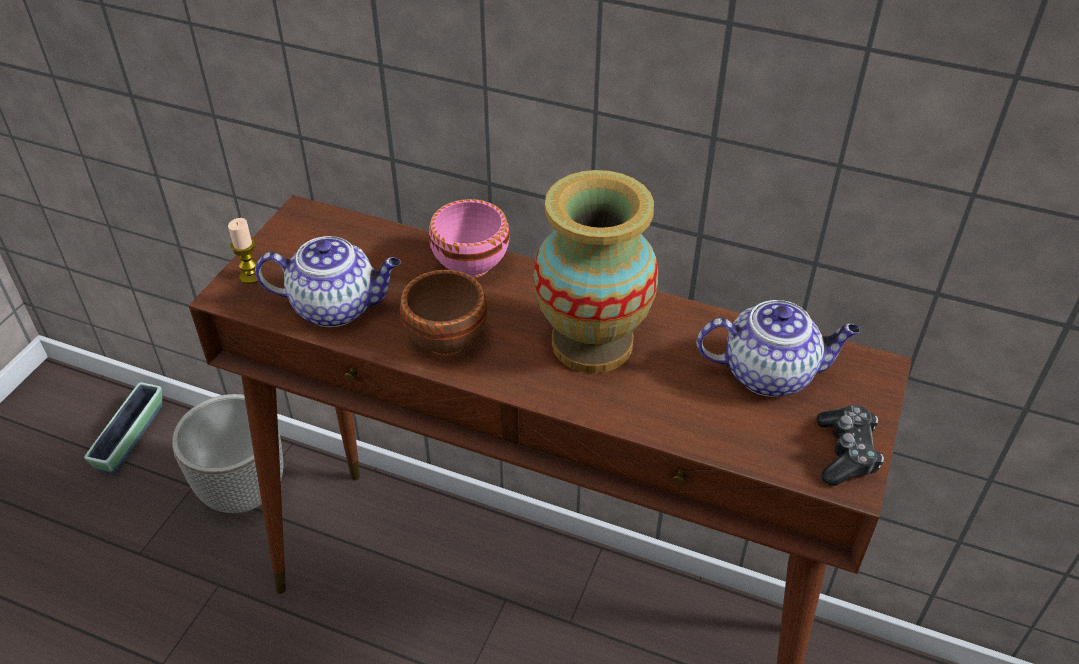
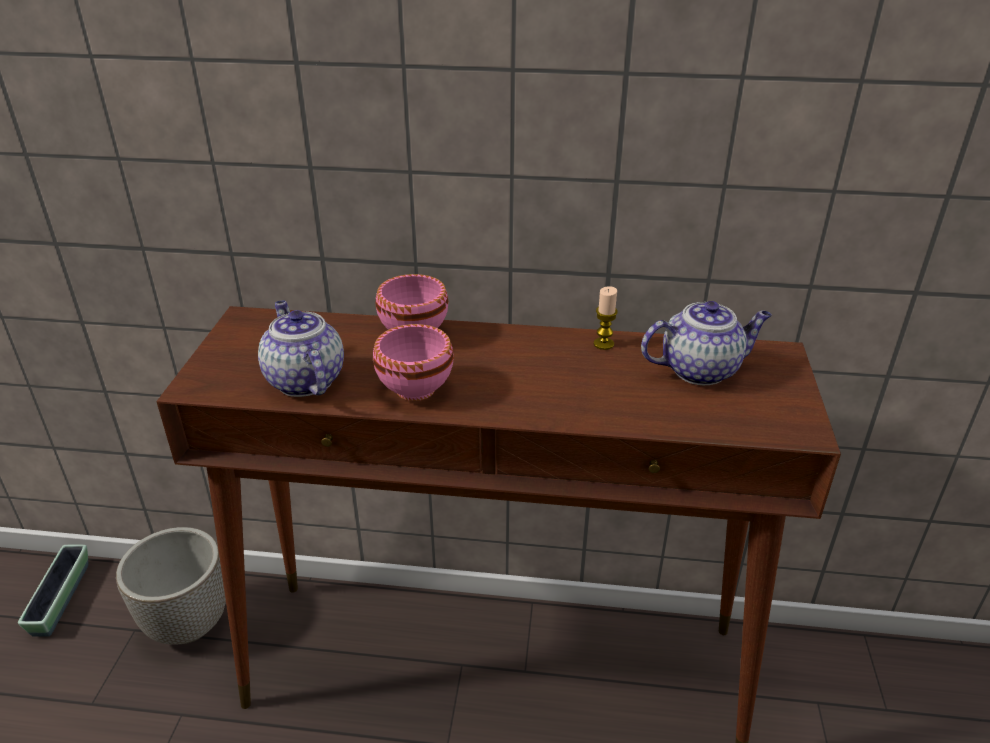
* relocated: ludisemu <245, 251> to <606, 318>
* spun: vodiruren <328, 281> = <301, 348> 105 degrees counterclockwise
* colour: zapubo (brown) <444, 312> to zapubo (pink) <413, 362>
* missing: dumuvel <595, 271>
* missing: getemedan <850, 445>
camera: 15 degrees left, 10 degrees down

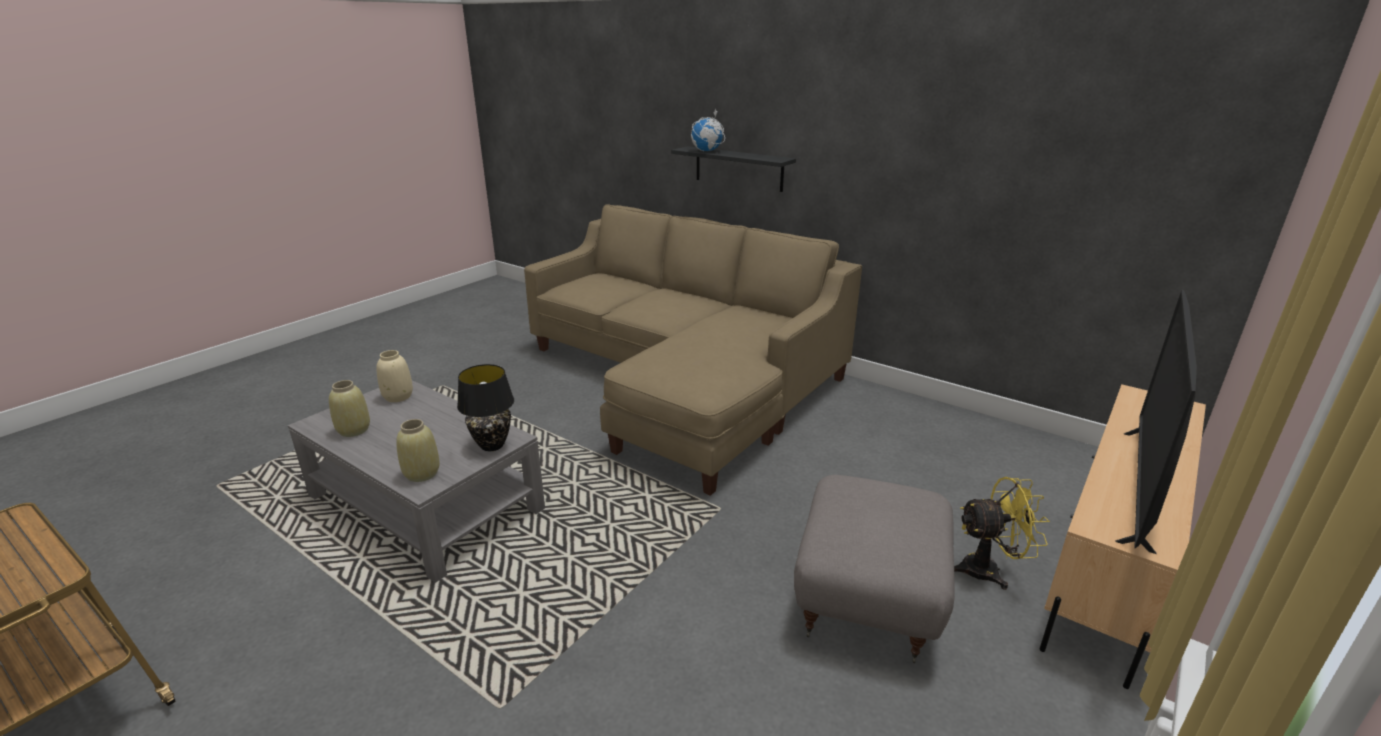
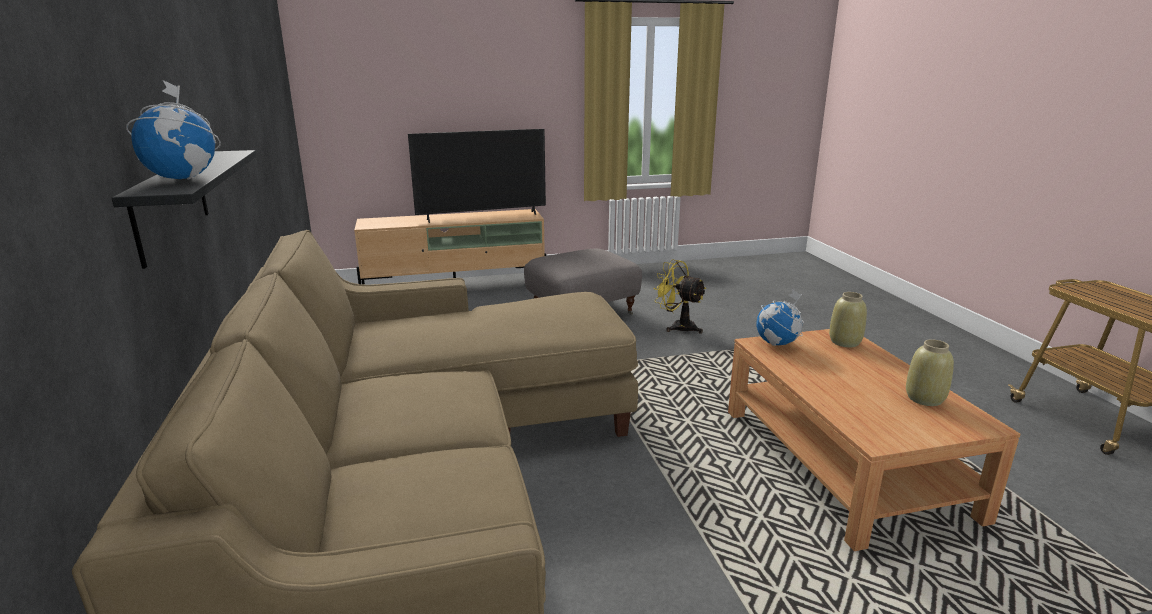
* colour: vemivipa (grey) <416, 481> to vemivipa (brown) <874, 440>
* missing: dumuvel (beige) <394, 376>
* exchanged: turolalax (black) <485, 407> to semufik <780, 317>
* relocated: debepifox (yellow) <1002, 533> to <680, 296>
camera: 140 degrees left, 5 degrees down

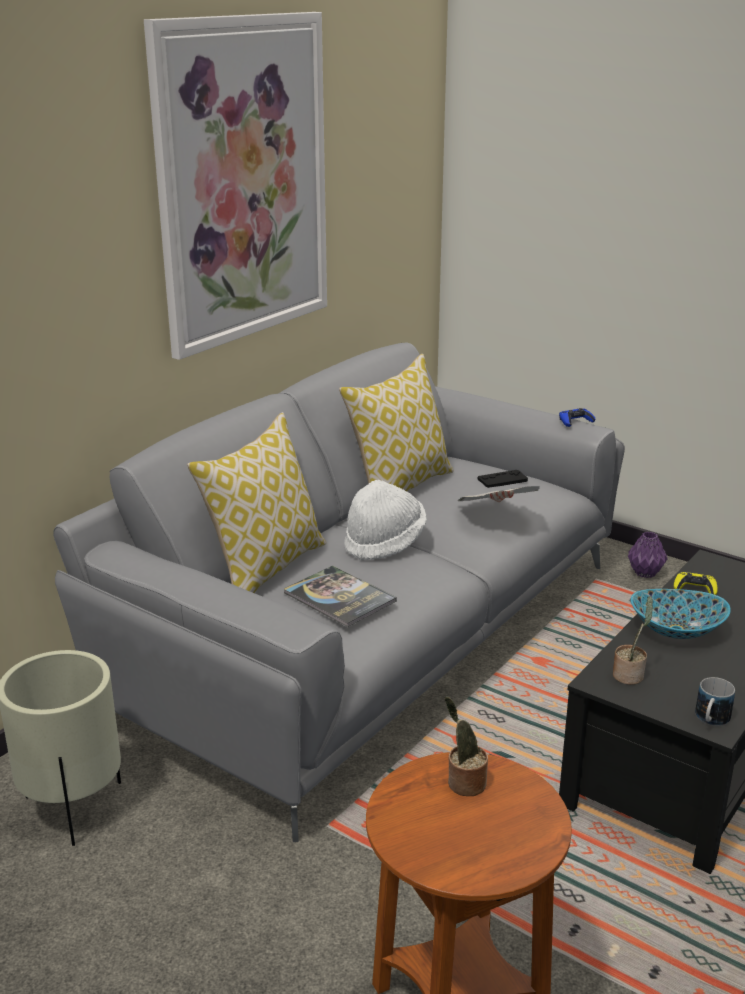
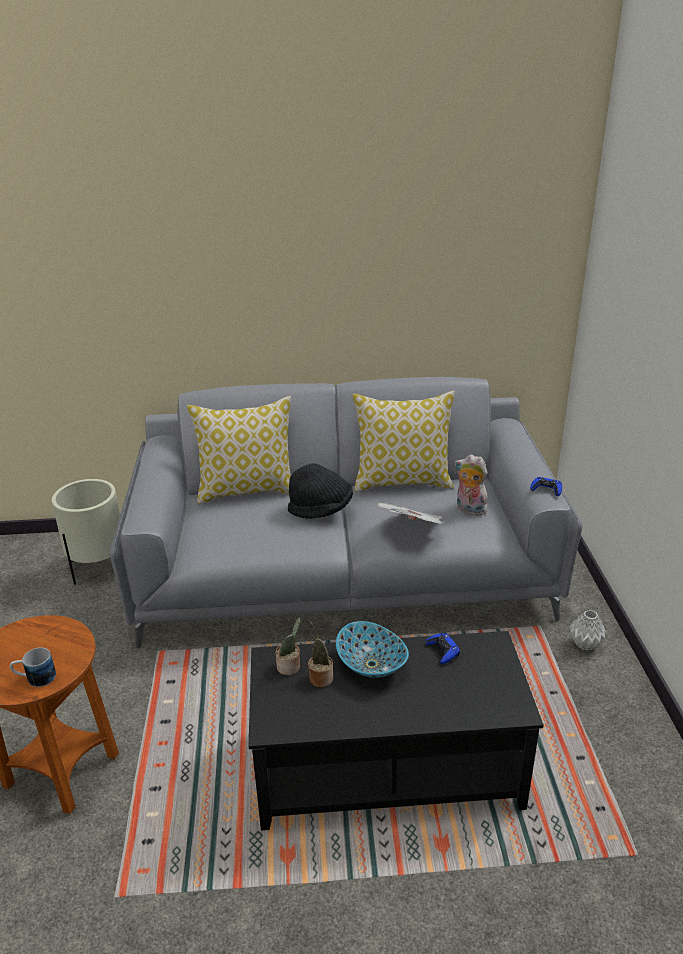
* missing: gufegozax <235, 186>
* missing: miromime <340, 596>
* colour: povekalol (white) <385, 520> to povekalol (black) <320, 491>
* relocated: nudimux <466, 746> to <320, 653>
* exchanged: getemedan (black) <503, 479> to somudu <471, 485>
* colour: dumuvel (purple) <648, 555> to dumuvel (grey) <588, 630>
* colour: getemedan (yellow) <696, 583> to getemedan (blue) <442, 648>
* relocated: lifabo <715, 701> to <33, 667>
camera: 50 degrees right, 5 degrees up

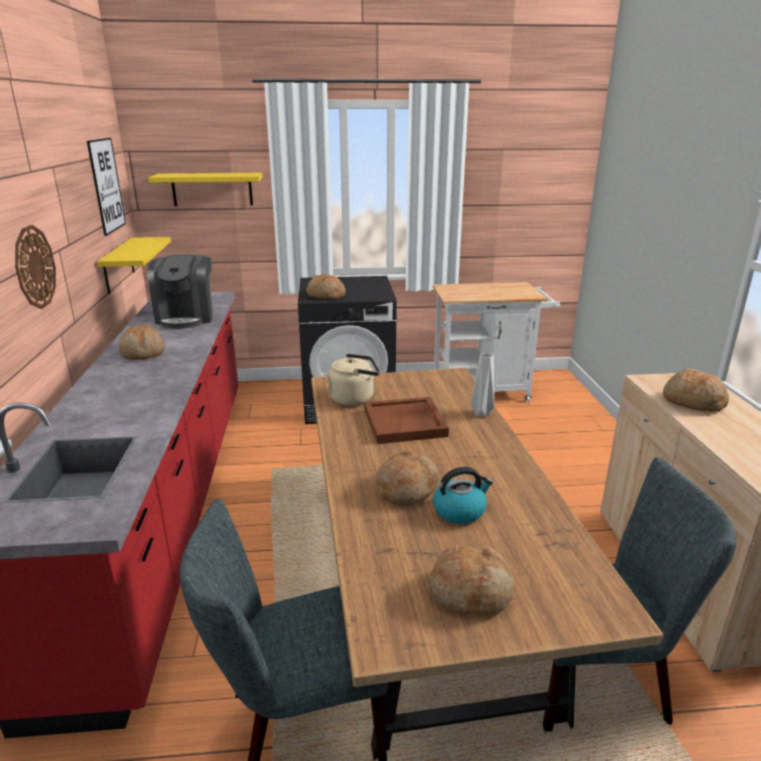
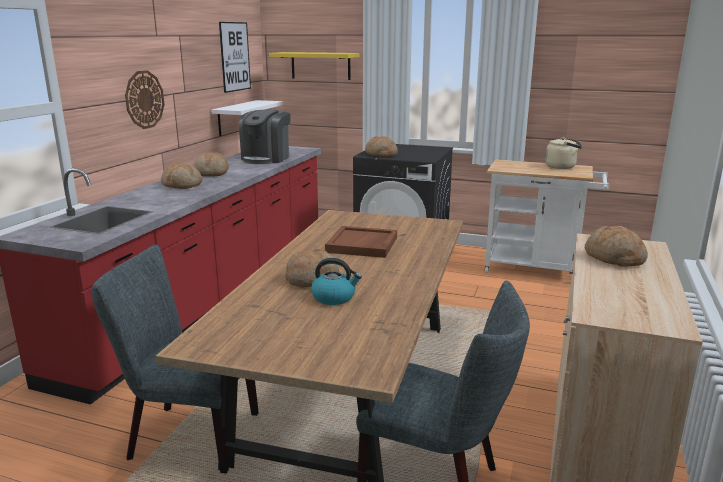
* colour: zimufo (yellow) <134, 265> to zimufo (white) <247, 118>
* relocated: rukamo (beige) <354, 380> to <563, 153>
* relocated: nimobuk <471, 580> to <181, 176>
* missing: dumuvel (grey) <482, 385>
camera: 25 degrees right, 5 degrees down

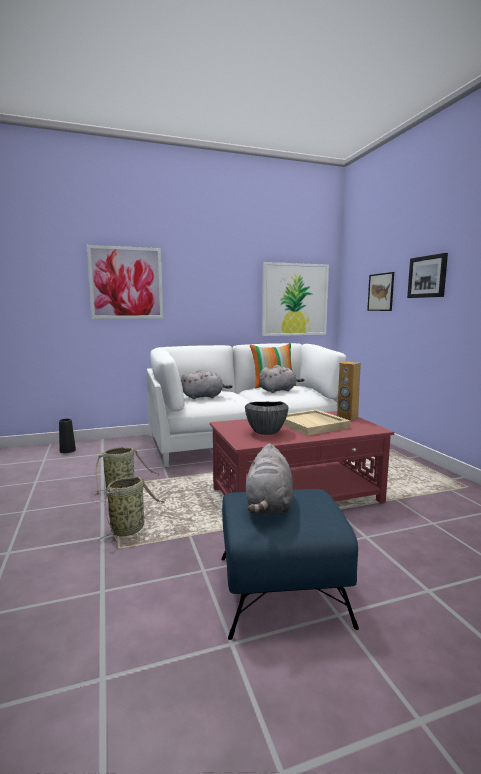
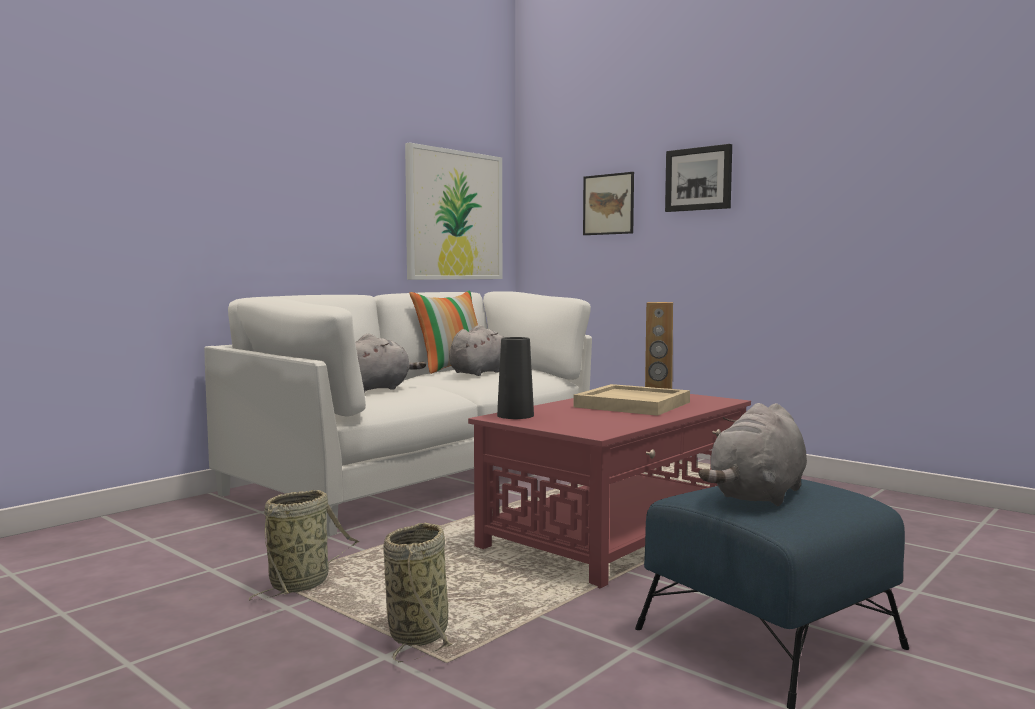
* relocated: dumuvel (black) <67, 436> to <515, 378>
* missing: gufegozax <125, 282>
* missing: zapubo <267, 418>
* spun: somudu (grey) <269, 478> = <752, 454> 60 degrees clockwise
camera: 30 degrees left, 5 degrees down

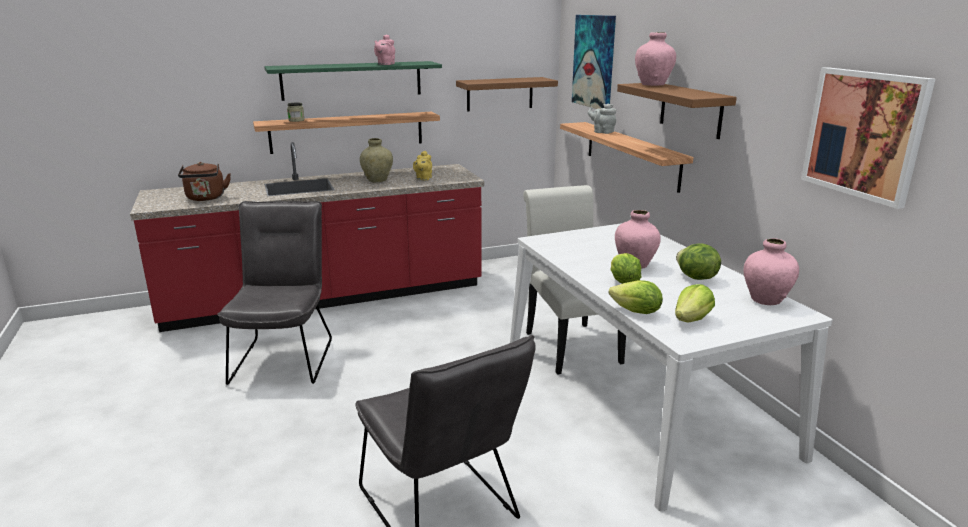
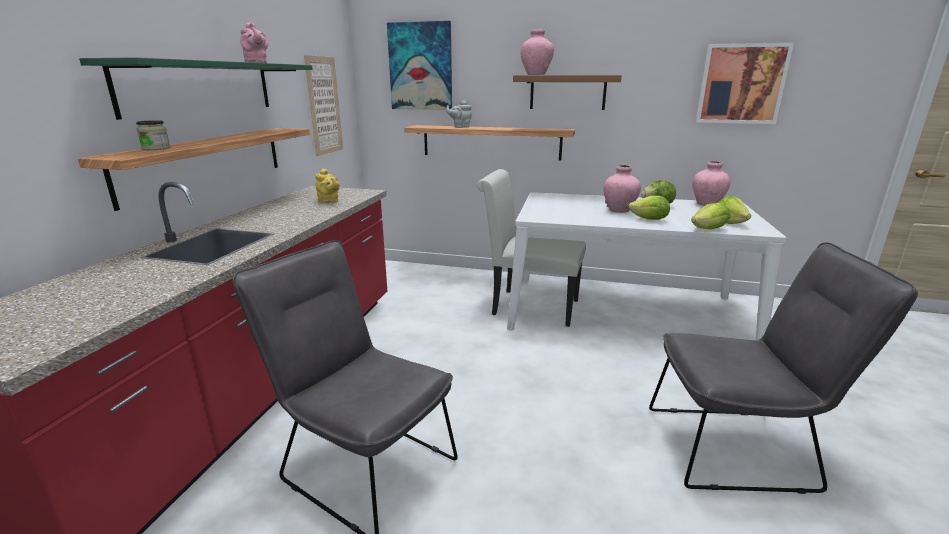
* missing: rukamo (brown) <204, 181>
* missing: dumuvel (beige) <376, 160>
* exchanged: zimufo (brown) <507, 94> to gufegozax <323, 105>
camera: 55 degrees left, 0 degrees up

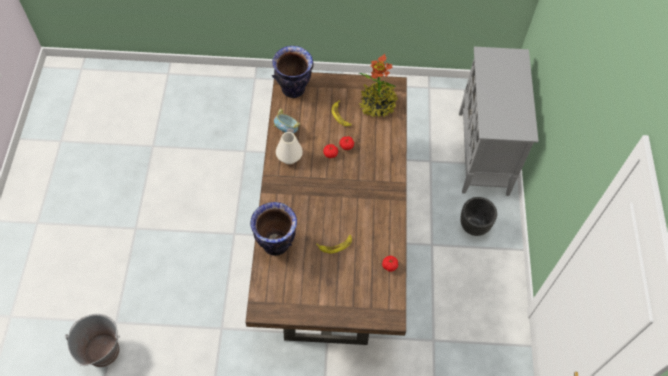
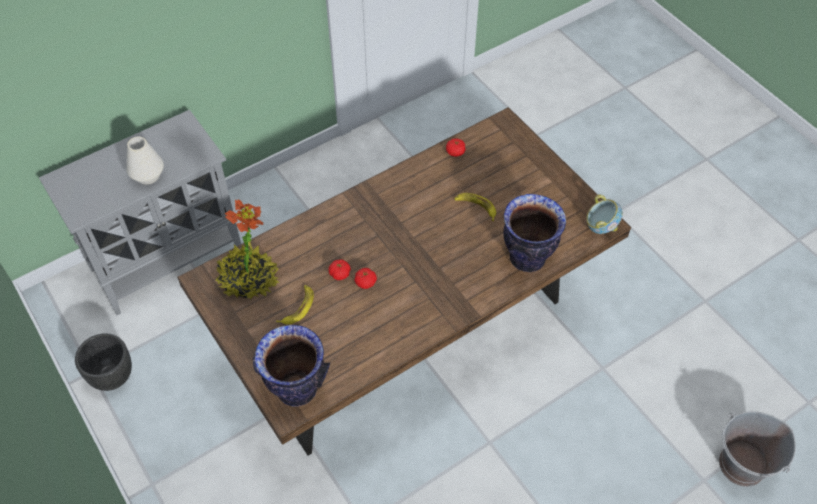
* relocated: zapubo <287, 121> to <604, 214>
* relocated: dumuvel (white) <289, 148> to <145, 161>
* relocated: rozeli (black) <478, 216> to <103, 362>
camera: 125 degrees left, 5 degrees down

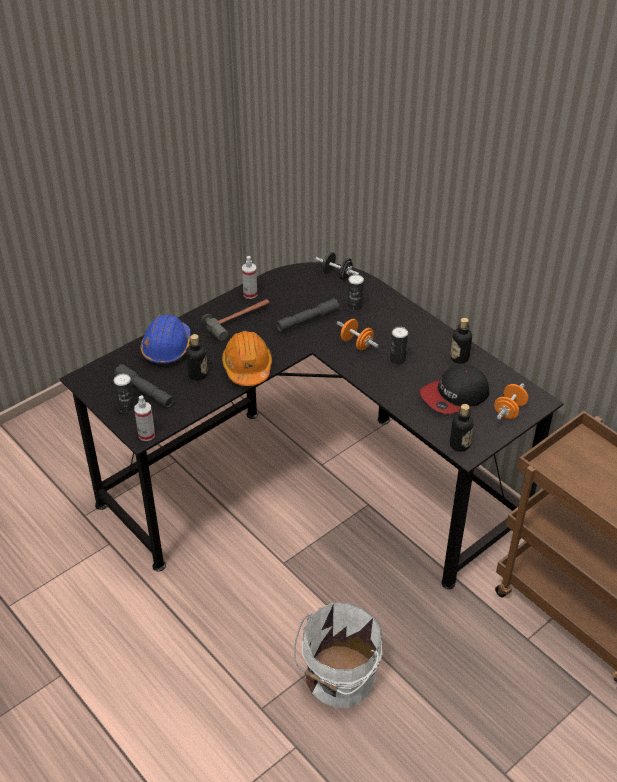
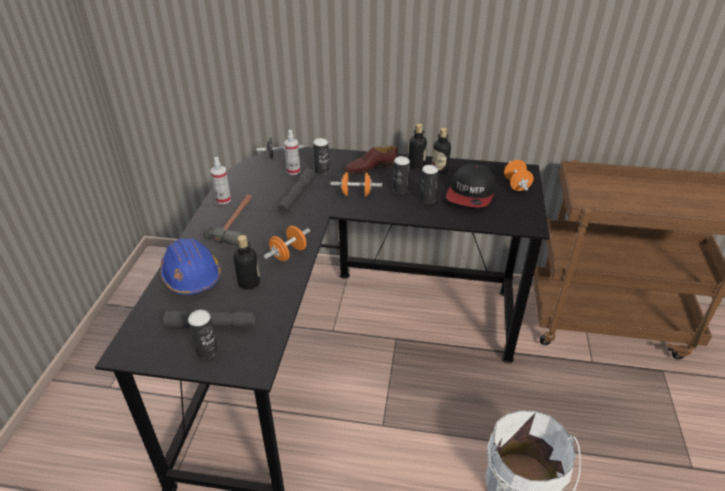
* relocated: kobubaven <144, 418> to <292, 152>
* exchanged: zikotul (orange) <247, 358> to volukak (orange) <286, 243>
* relocated: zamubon <462, 428> to <417, 146>
* appeared: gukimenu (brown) <370, 159>
* appeared: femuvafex <429, 184>
camera: 40 degrees left, 5 degrees down

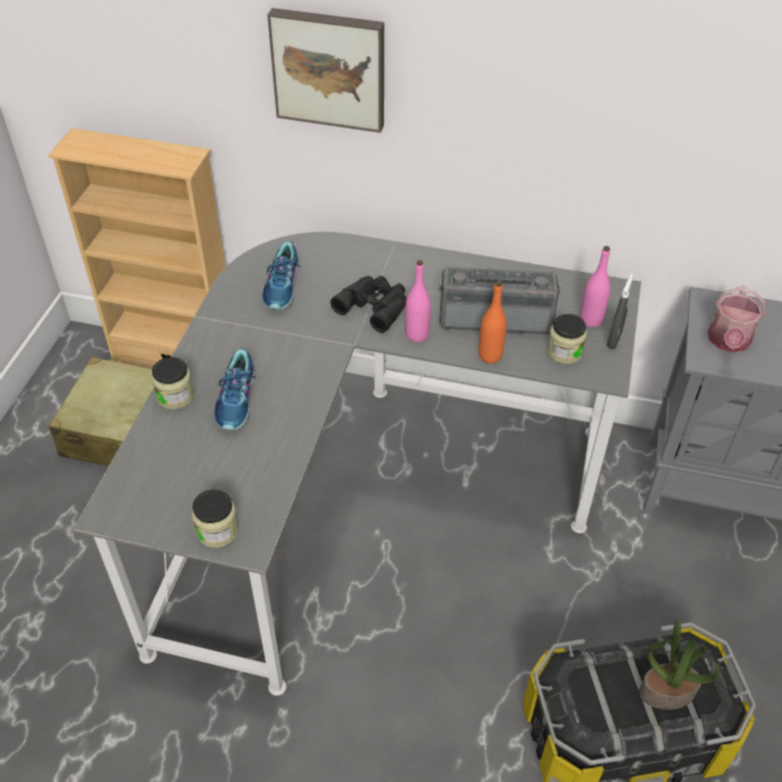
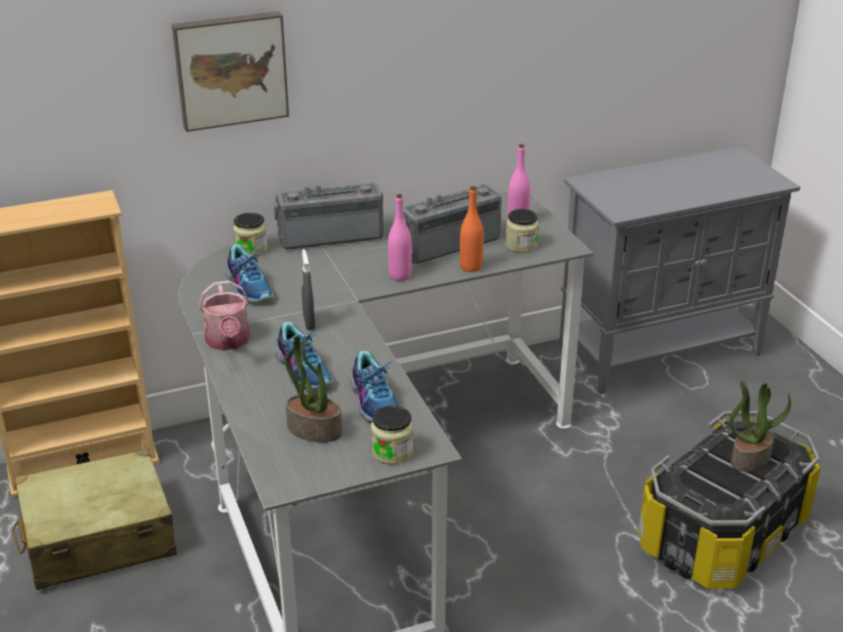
* relocated: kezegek <173, 383> to <250, 234>
* missing: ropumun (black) <368, 304>
* relocated: kobubaven (grey) <620, 311> to <308, 289>
* relocated: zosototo <736, 319> to <224, 315>
* appeared: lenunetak <329, 216>
* appeared: nudimux <313, 389>
* appeared: gukimenu <374, 386>
camera: 35 degrees left, 15 degrees down

